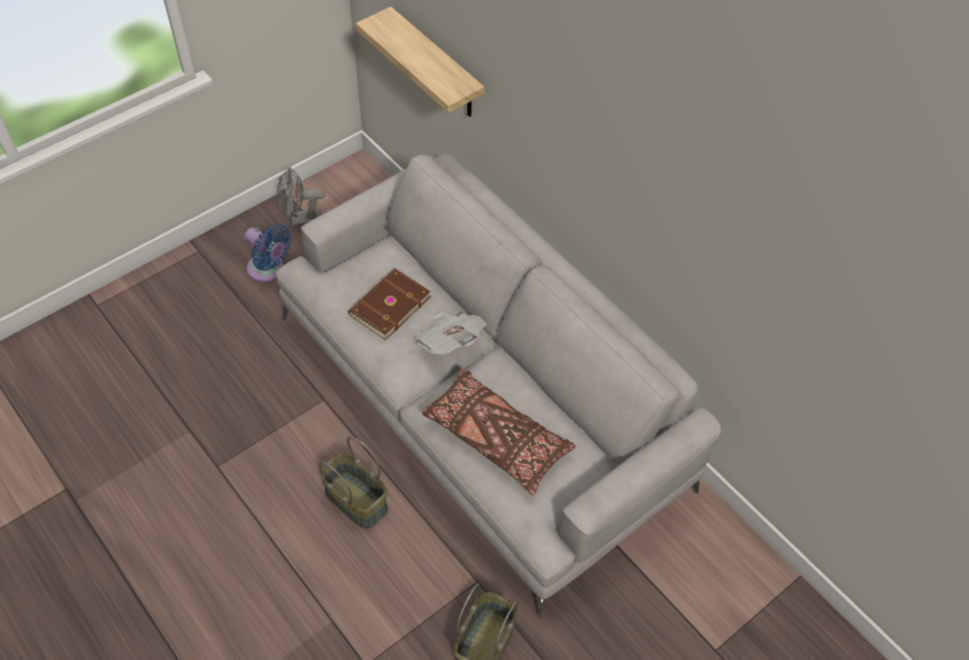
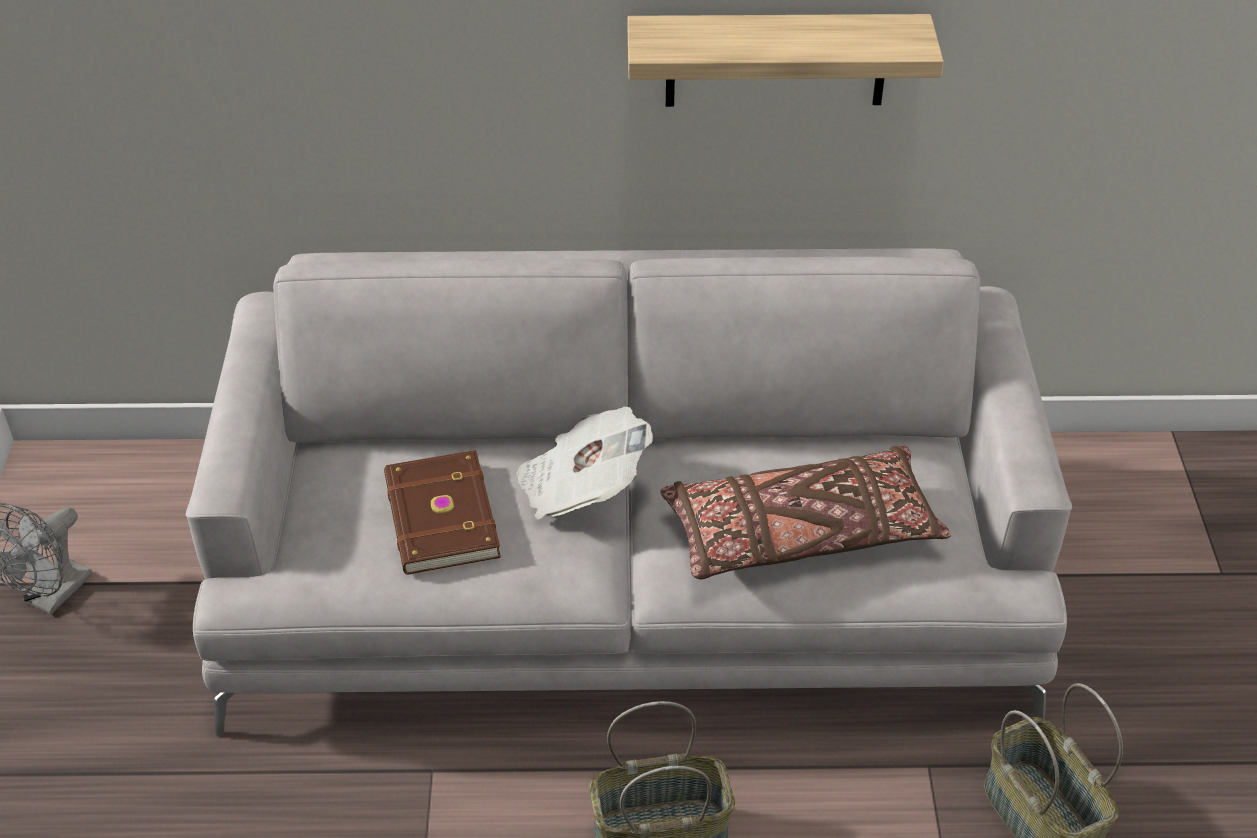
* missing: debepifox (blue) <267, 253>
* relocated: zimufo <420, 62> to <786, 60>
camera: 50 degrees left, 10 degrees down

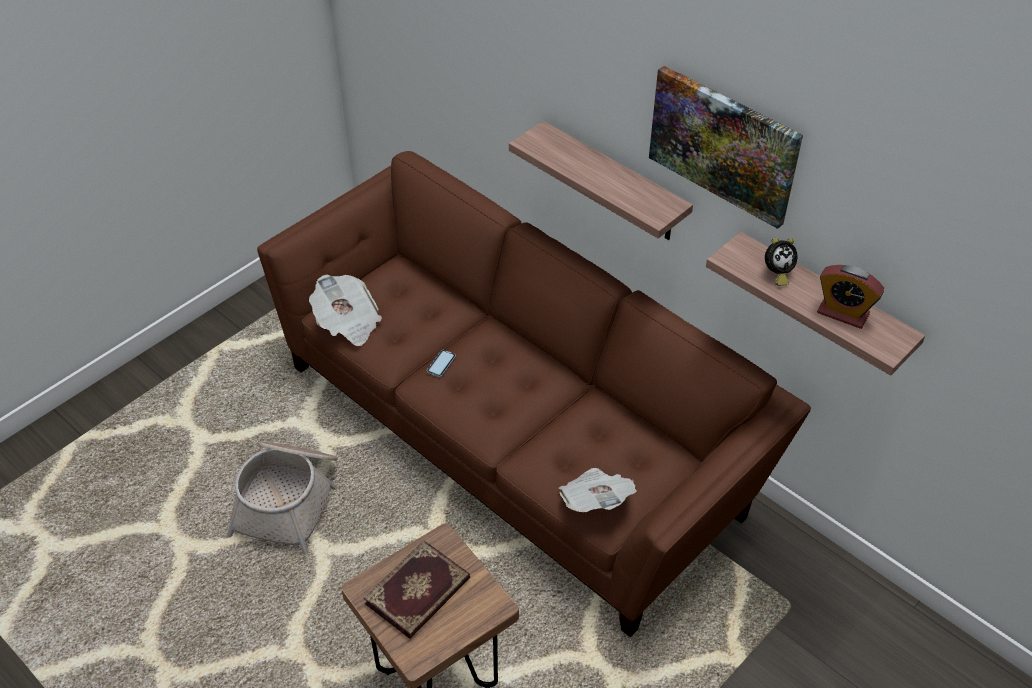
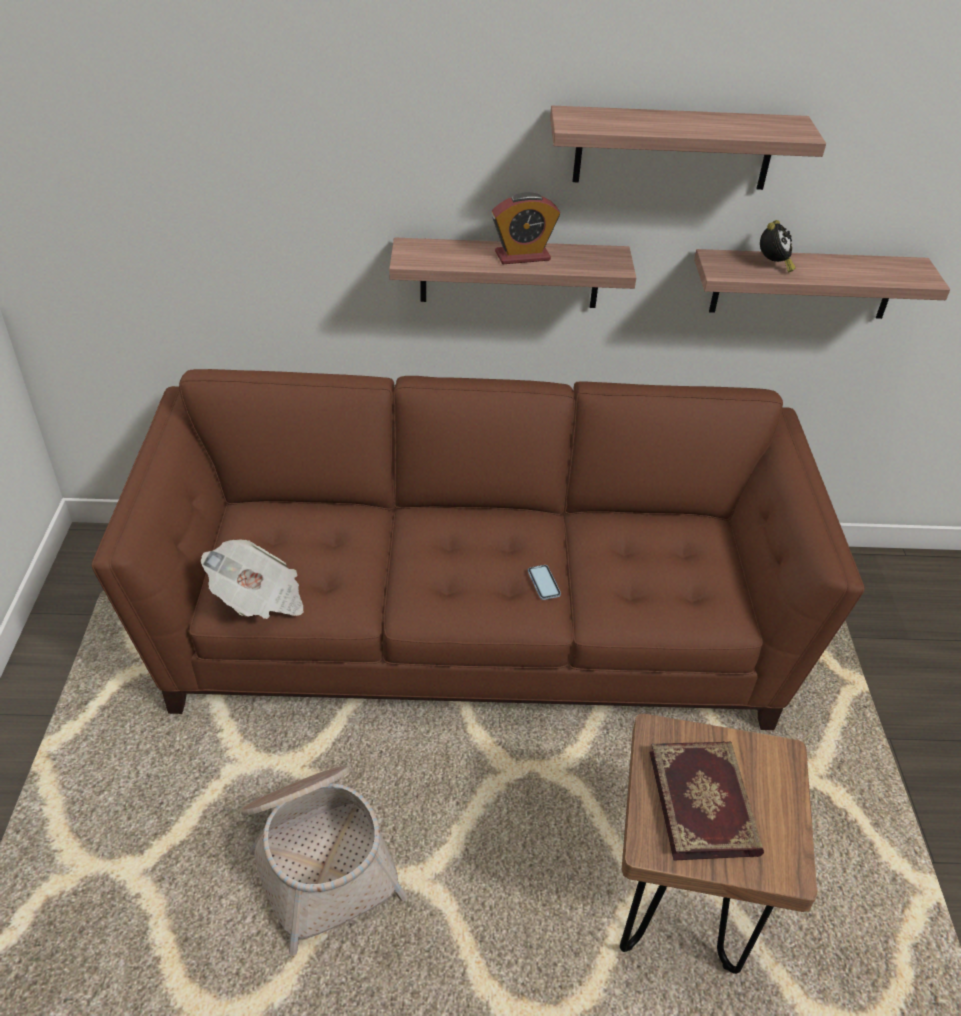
* relocated: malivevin <441, 363> to <544, 582>
* missing: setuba <598, 490>
* exchanged: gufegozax <726, 147> to zimufo <688, 148>
* relocated: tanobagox <850, 297> to <525, 228>
camera: 45 degrees left, 5 degrees down

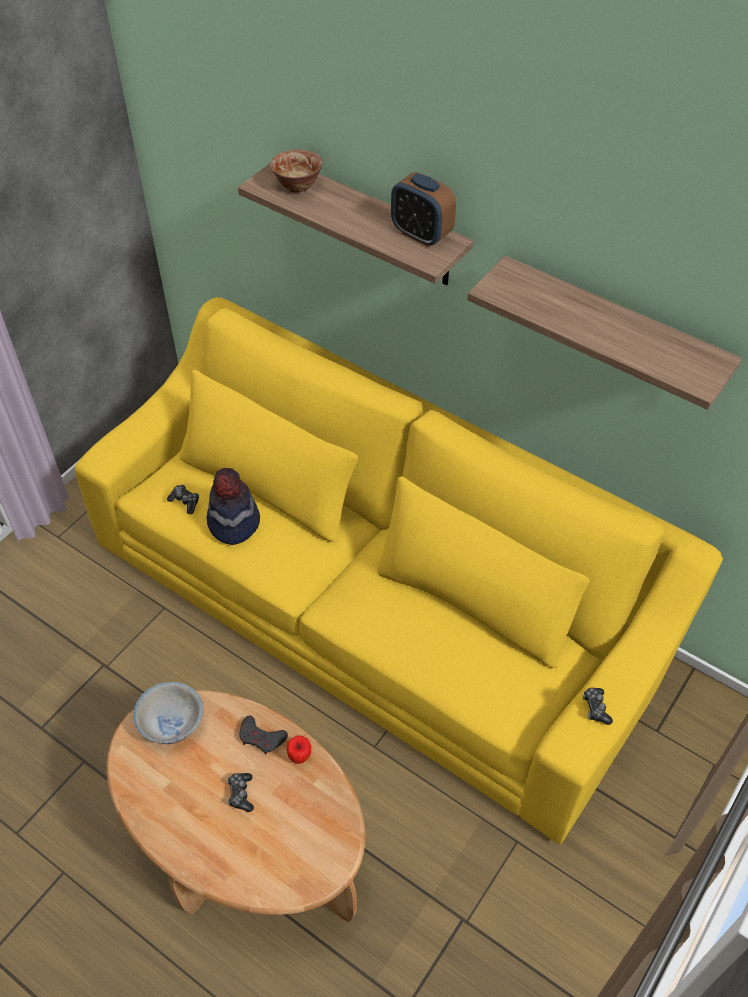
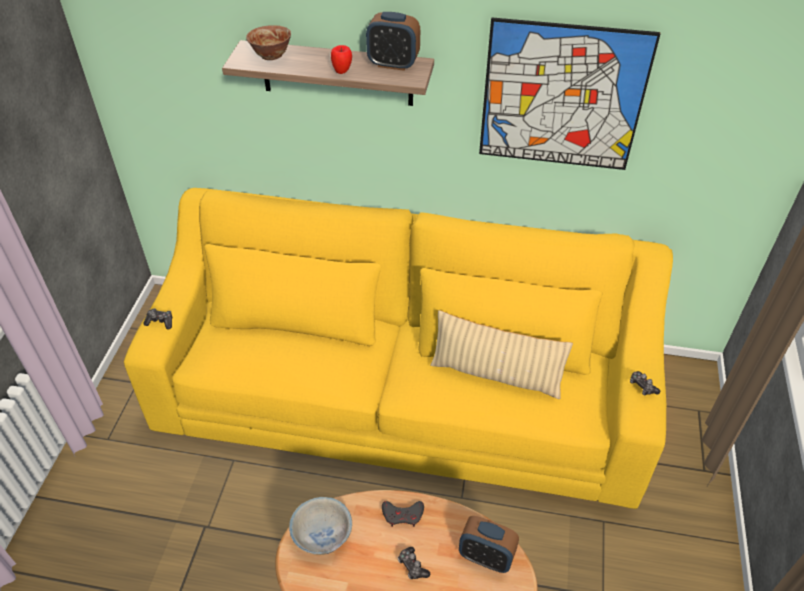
* relocated: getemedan <183, 499> to <158, 318>
* missing: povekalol <233, 506>
* relocated: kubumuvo <299, 750> to <341, 59>
* exchanged: zimufo <604, 333> to gufegozax <570, 93>
* appeared: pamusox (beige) <501, 354>
* appeared: tanobagox <489, 544>
camera: 25 degrees left, 5 degrees down

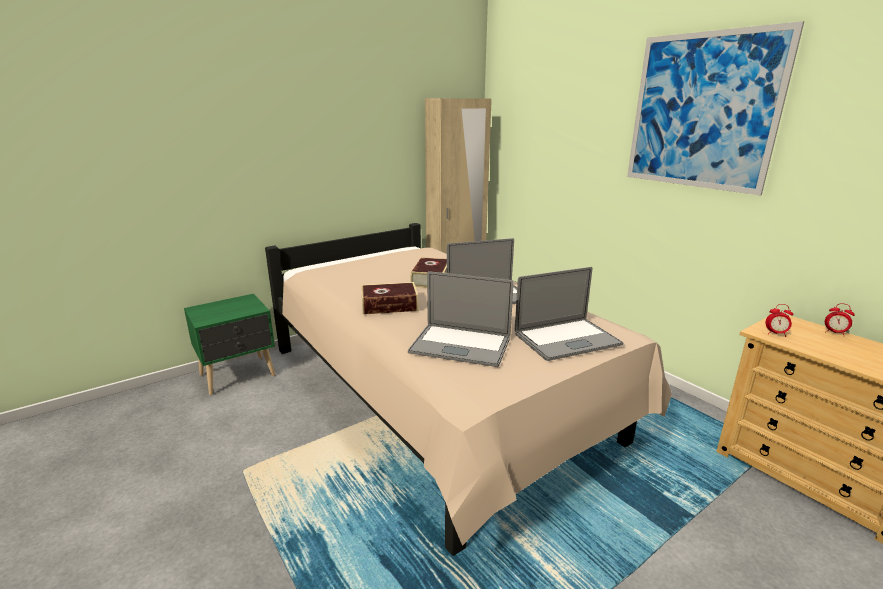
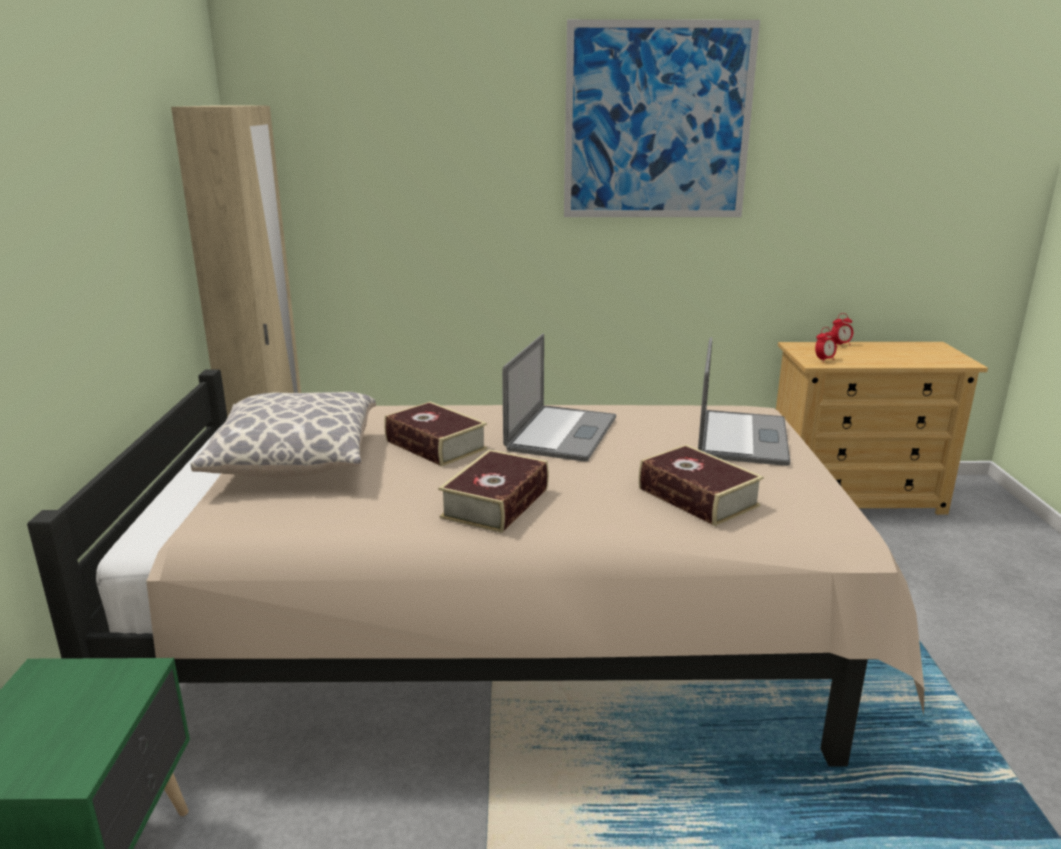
* exchanged: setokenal <461, 319> to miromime <701, 485>
* appeared: pamusox <283, 435>
camera: 55 degrees left, 0 degrees up

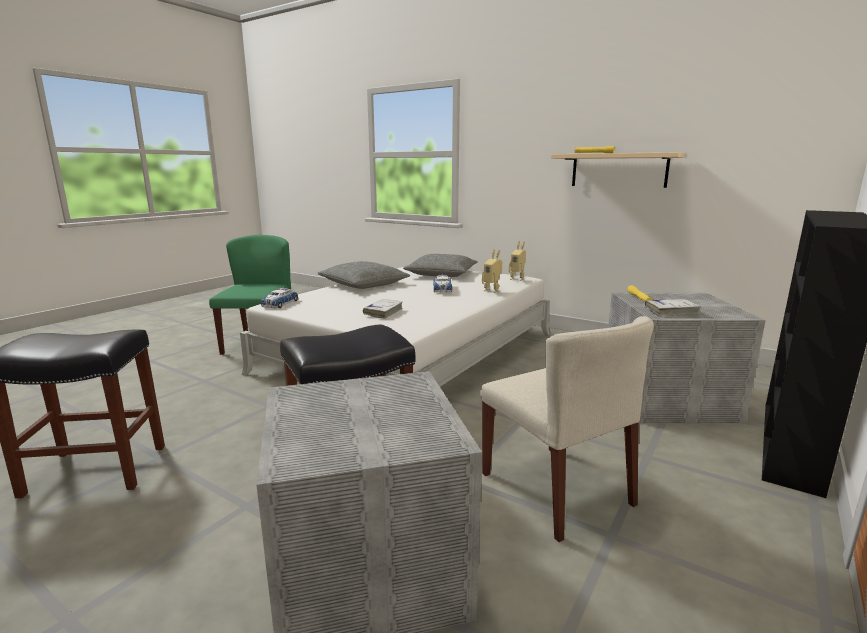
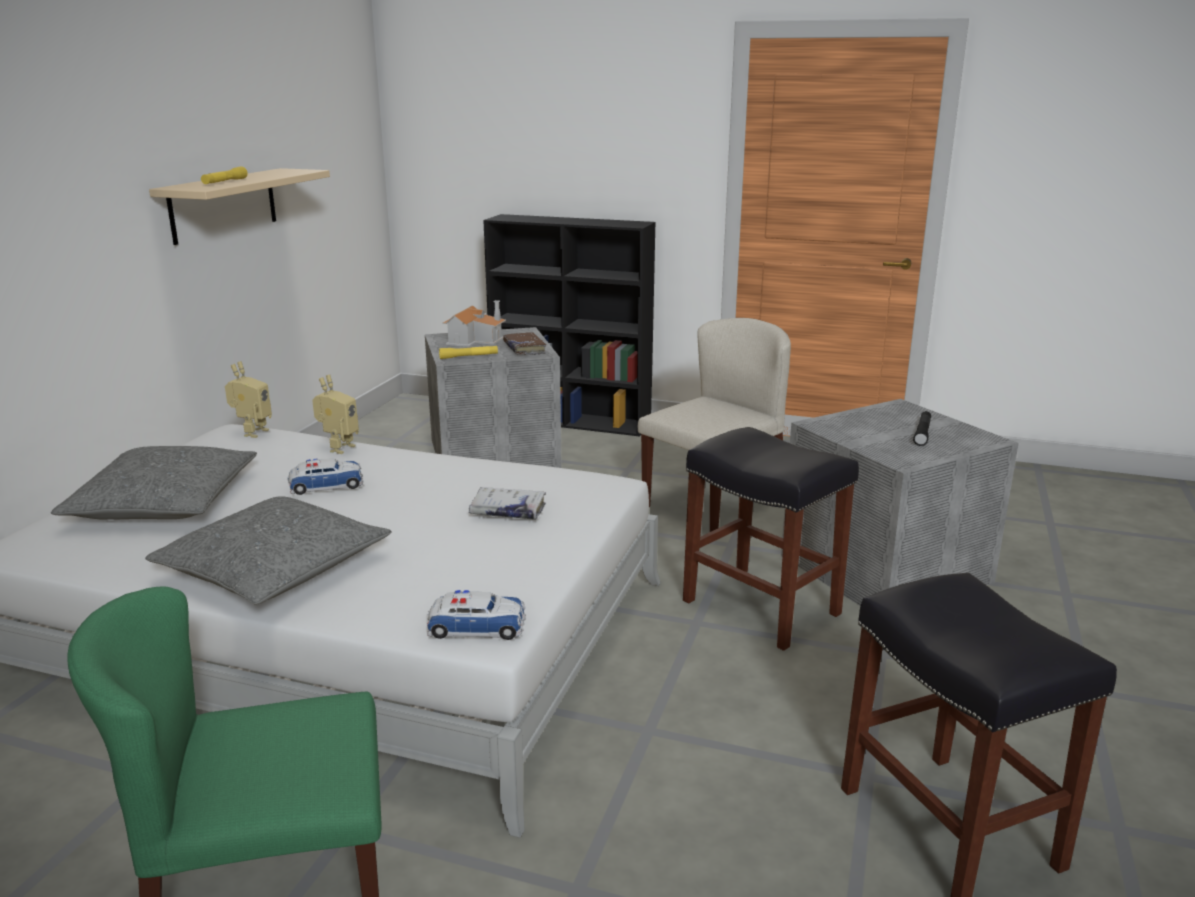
* colour: miromime (white) <673, 307> to miromime (brown) <524, 343>
* appeared: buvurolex <474, 323>
* appeared: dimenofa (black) <922, 428>
camera: 105 degrees left, 5 degrees up

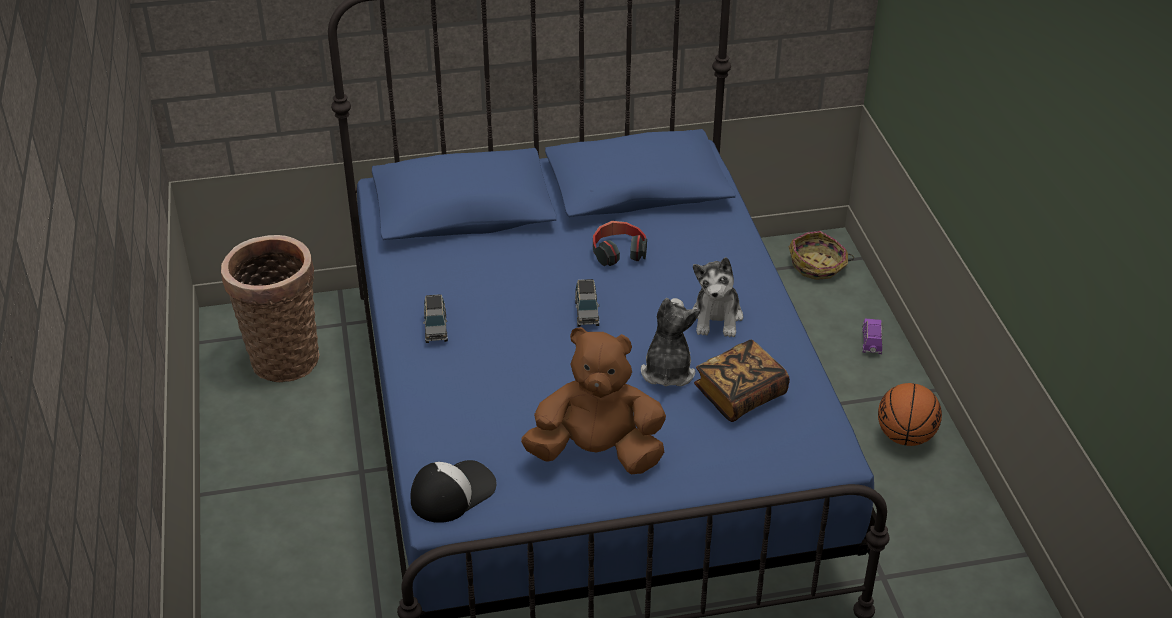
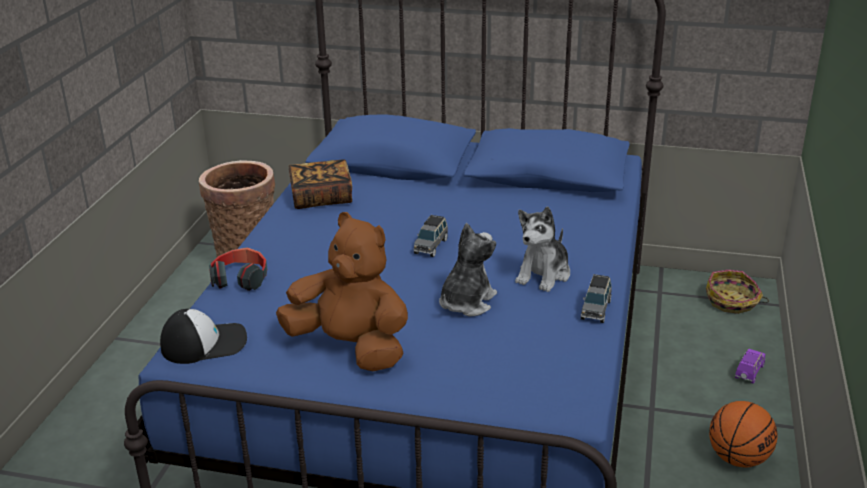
* relocated: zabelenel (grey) <435, 318> to <596, 298>
* relocated: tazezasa <620, 243> to <238, 269>
* relocated: miromime <742, 381> to <320, 184>
camera: 25 degrees right, 10 degrees down

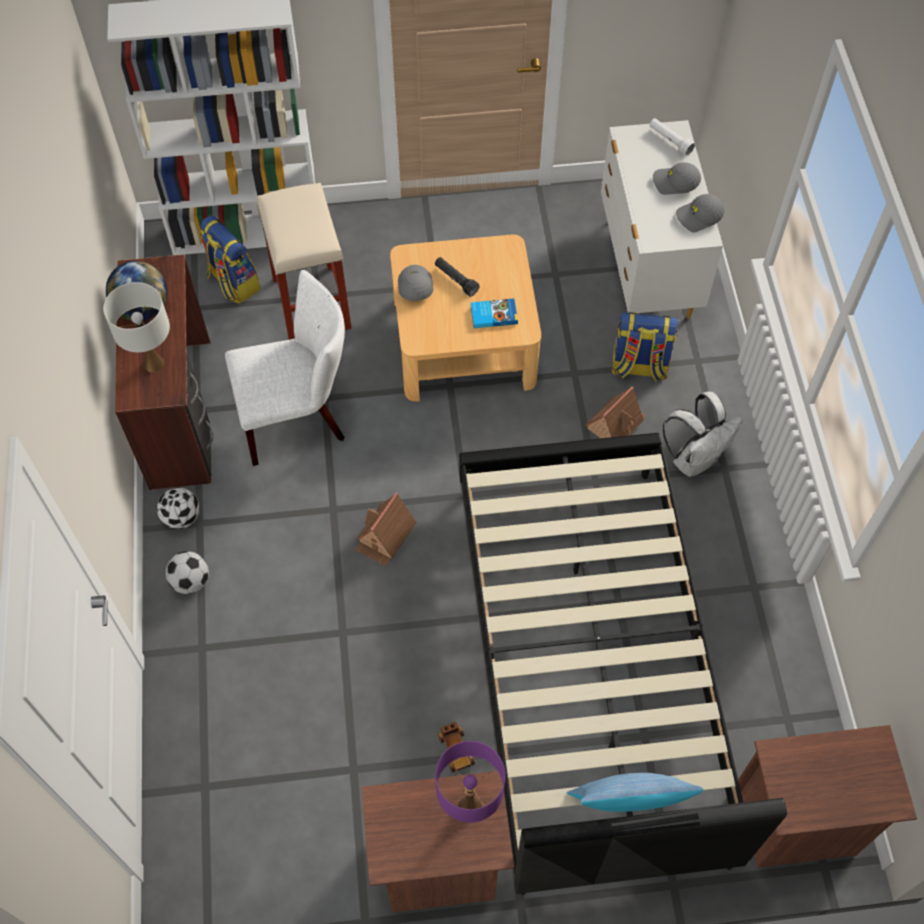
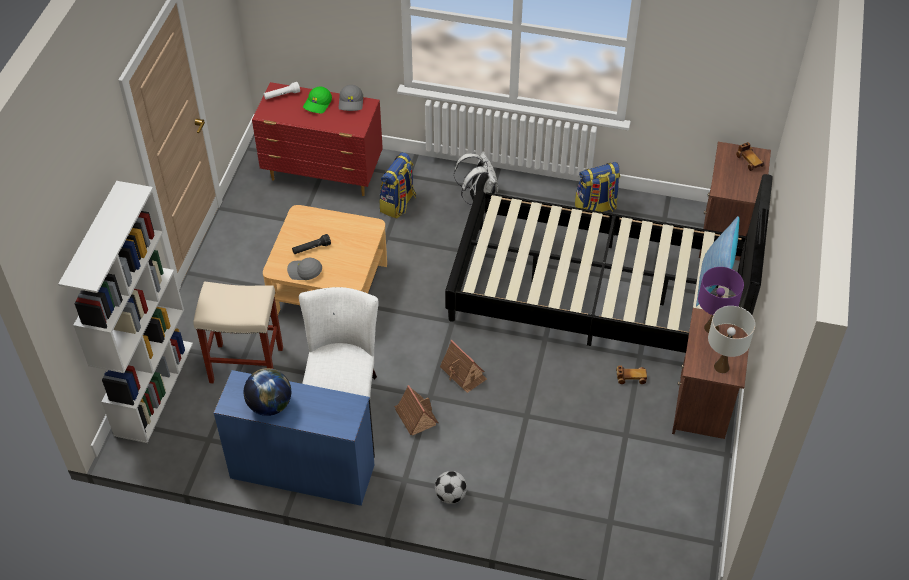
* relocated: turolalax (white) <136, 327> to <731, 339>
* colour: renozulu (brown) <164, 372> to renozulu (blue) <294, 438>
* missing: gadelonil <178, 508>
* relocated: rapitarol <229, 260> to <597, 187>
* missing: miromime <494, 313>
* relocated: buvurolex <615, 412> to <416, 410>
* colour: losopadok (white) <662, 219> to losopadok (red) <317, 139>
* colour: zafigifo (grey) <677, 178> to zafigifo (green) <317, 100>
* appeared: zabelenel <750, 156>
camera: 70 degrees left, 10 degrees down

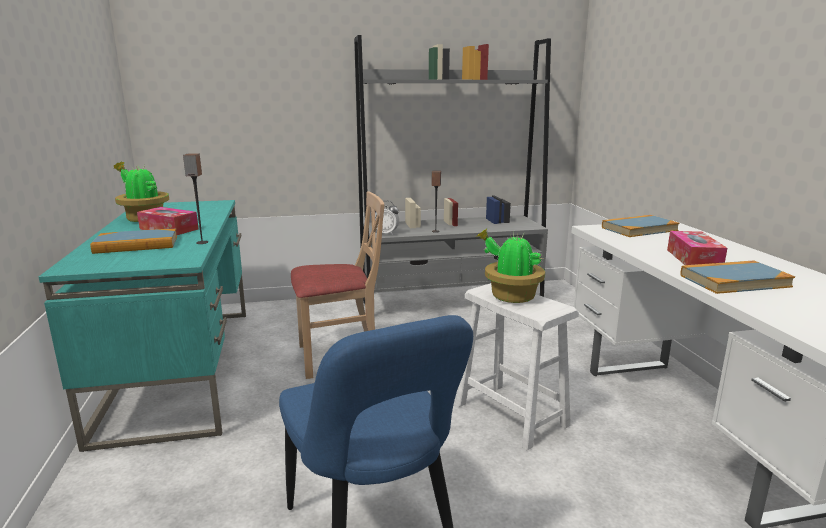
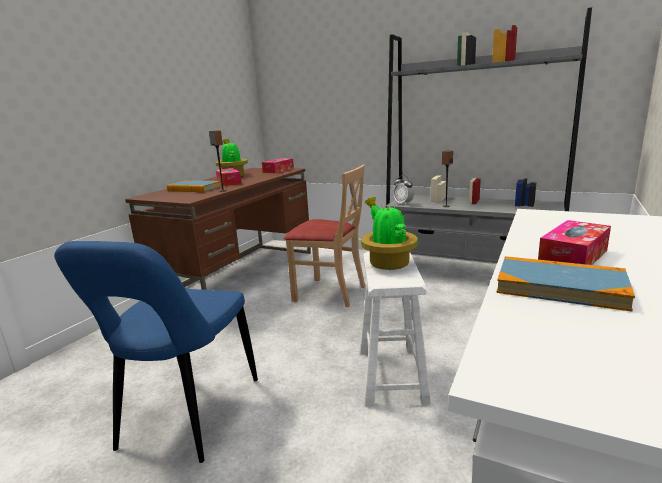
* colour: renozulu (turquoise) <142, 326> to renozulu (brown) <218, 229>
* missing: miromime <641, 226>
* appeared: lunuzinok <278, 165>
camera: 40 degrees right, 0 degrees up

